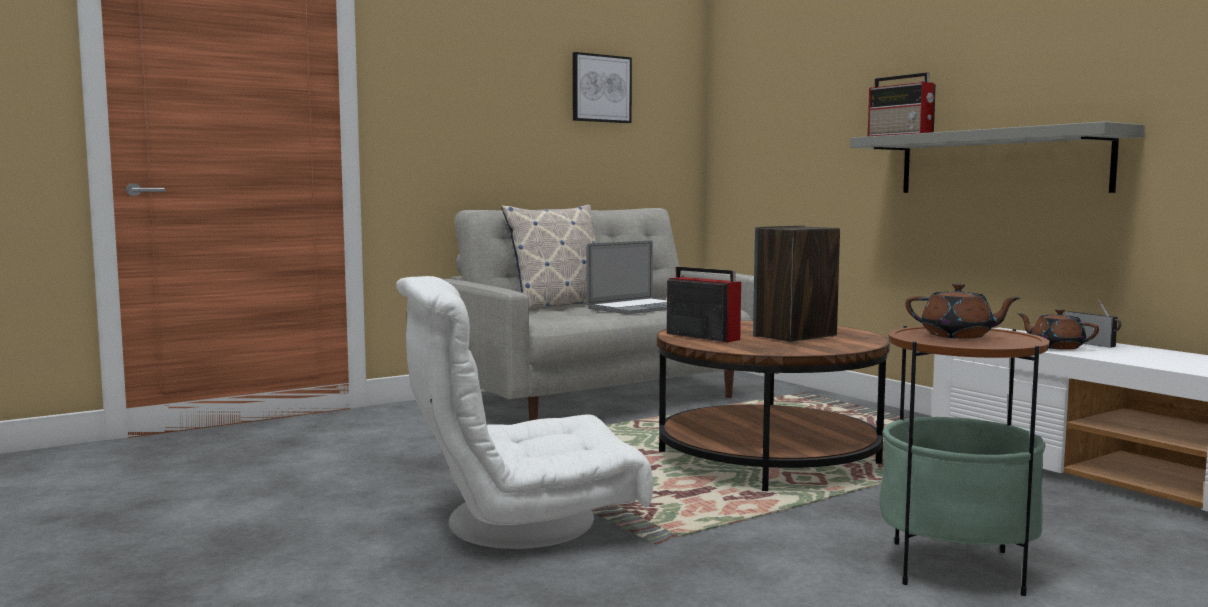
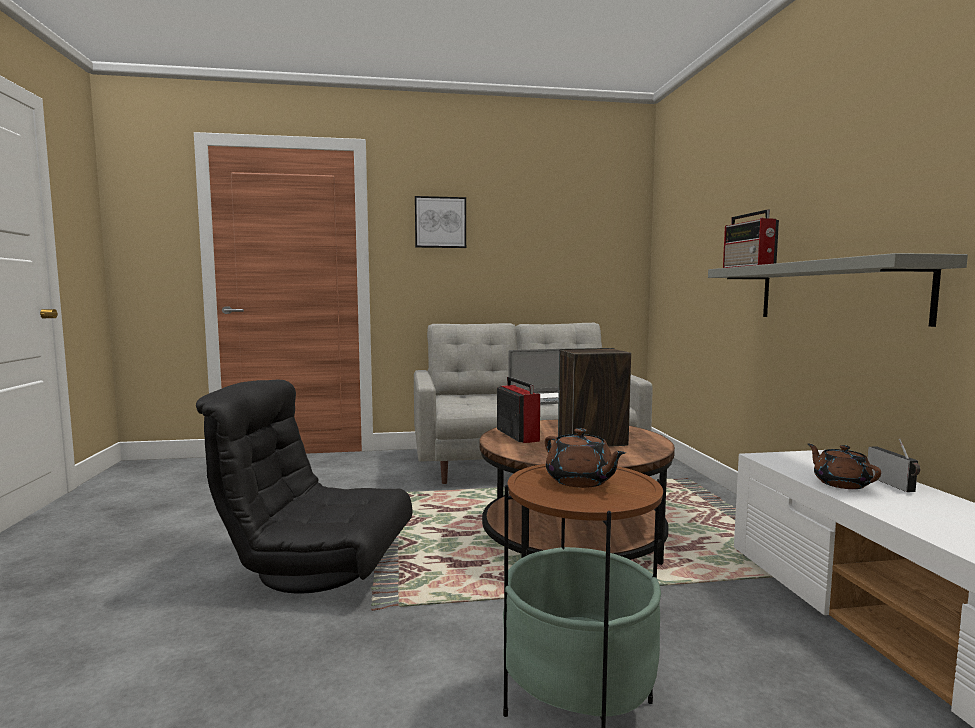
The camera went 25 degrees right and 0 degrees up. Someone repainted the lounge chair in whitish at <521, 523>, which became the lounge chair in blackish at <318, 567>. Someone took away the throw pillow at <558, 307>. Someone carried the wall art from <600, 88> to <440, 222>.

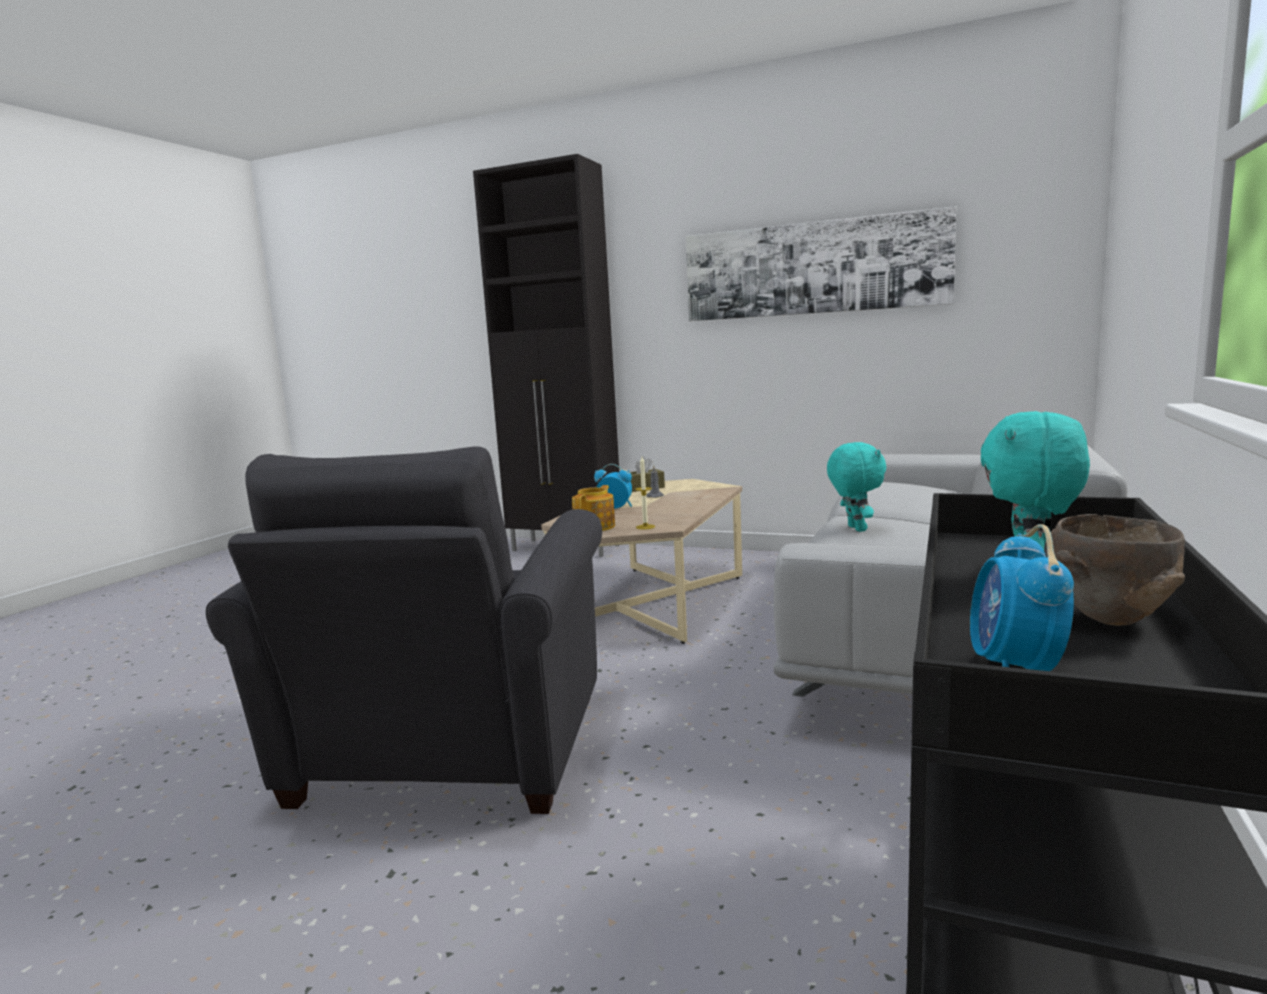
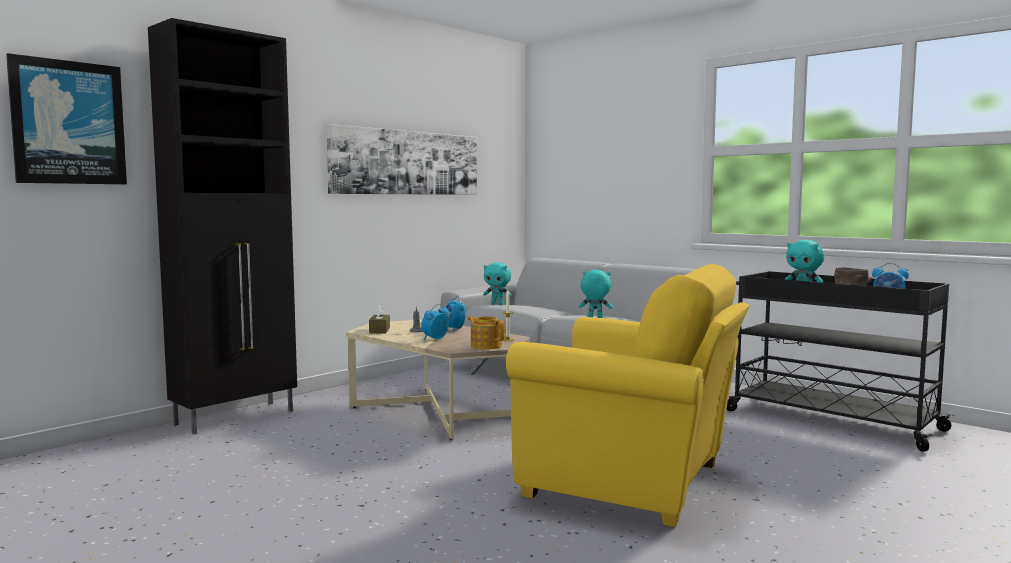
The camera went 70 degrees left and 5 degrees down. Someone repainted the lounge chair in gray at <446, 754>, which became the lounge chair in yellow at <632, 482>. Someone put up the wall art at <68, 123>. Someone put down the alarm clock at <454, 329>. Someone put down the plush toy in turquoise at <497, 304>.

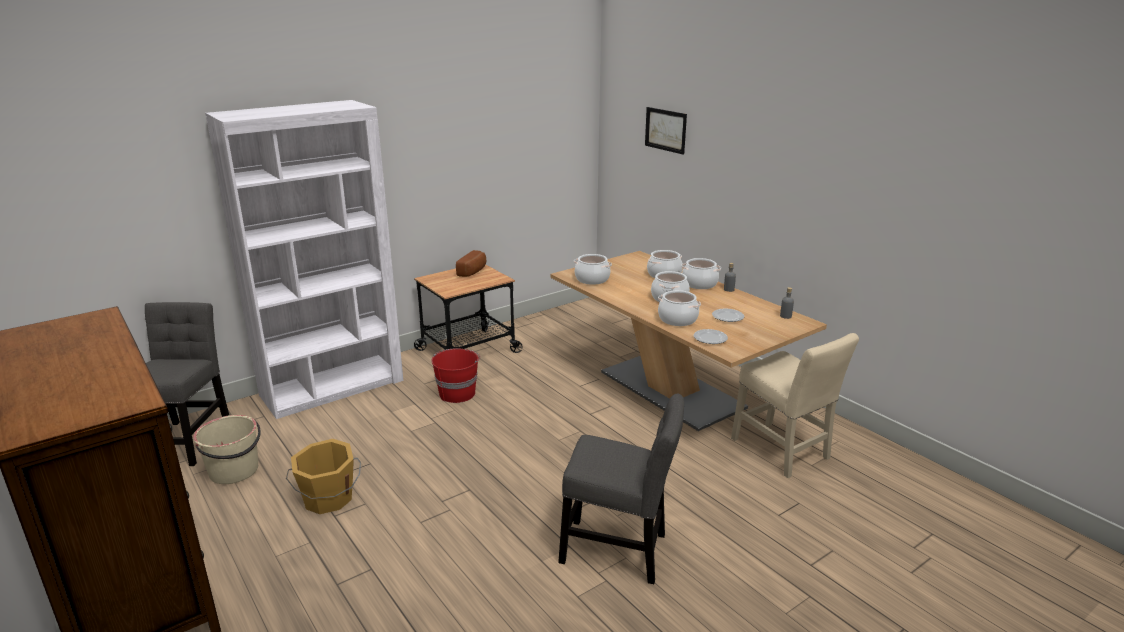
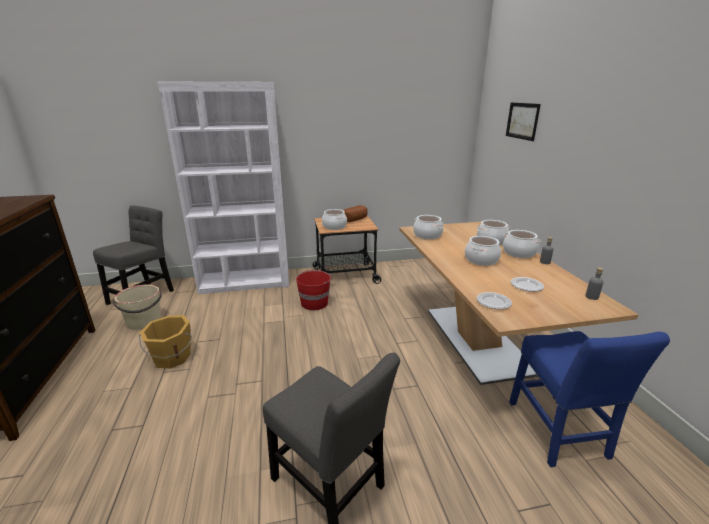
The camera went 25 degrees right and 0 degrees up. Someone carried the cooking pot from <677, 319> to <334, 226>. Someone repainted the chair in sand-coloured at <782, 451>, which became the chair in blue at <558, 433>.

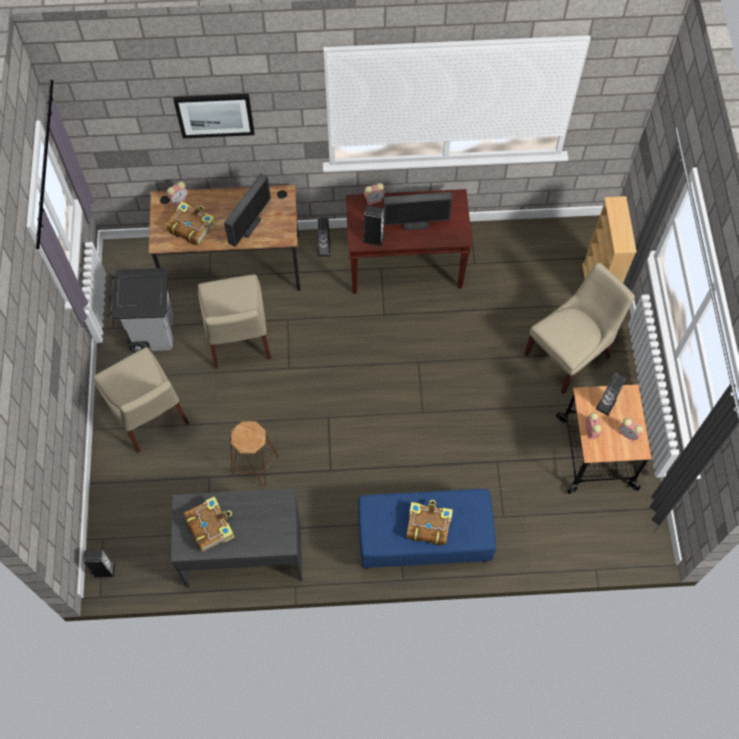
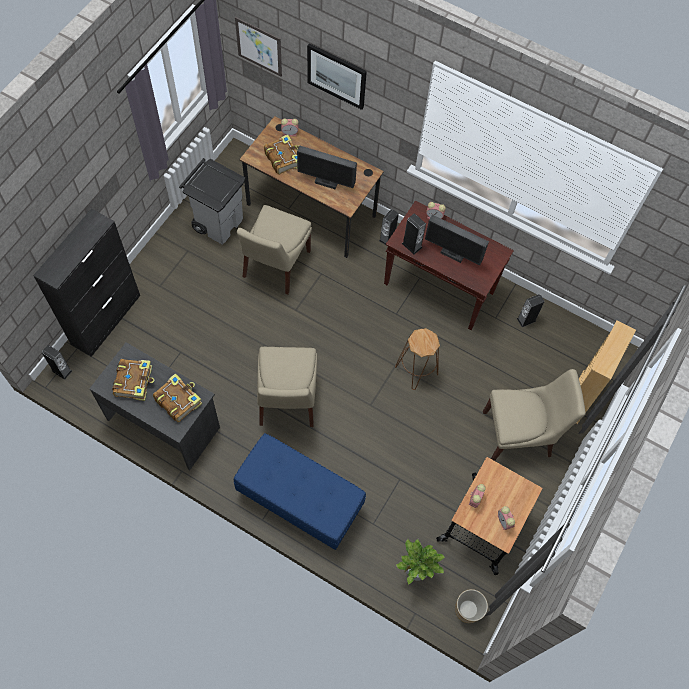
The camera went 30 degrees right and 0 degrees up. Someone carried the chair in sand-coloured from <149, 415> to <287, 401>. Someone rotated the computer screen at <250, 226> by 45 degrees clockwise. Someone carried the stool seat in brown-coloured from <255, 465> to <416, 370>. Someone carried the book from <428, 525> to <178, 400>. Someone carried the speaker from <606, 404> to <526, 319>. Someone put down the cupboard in blackish at <106, 319>. Someone put up the wall art at <259, 46>. Someone put down the houseplant at <415, 570>. Someone put down the plant pot at <468, 610>.

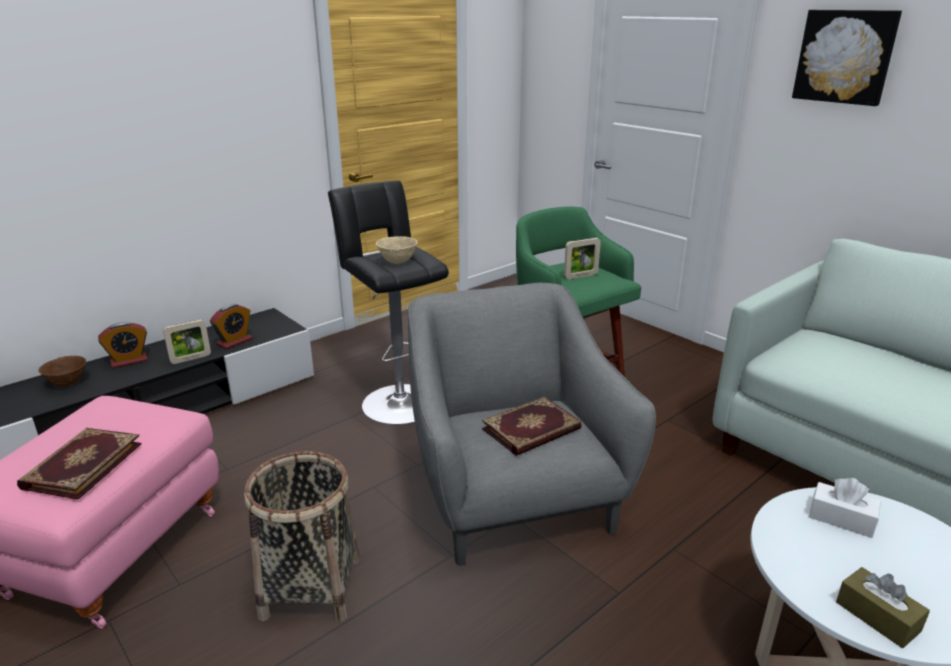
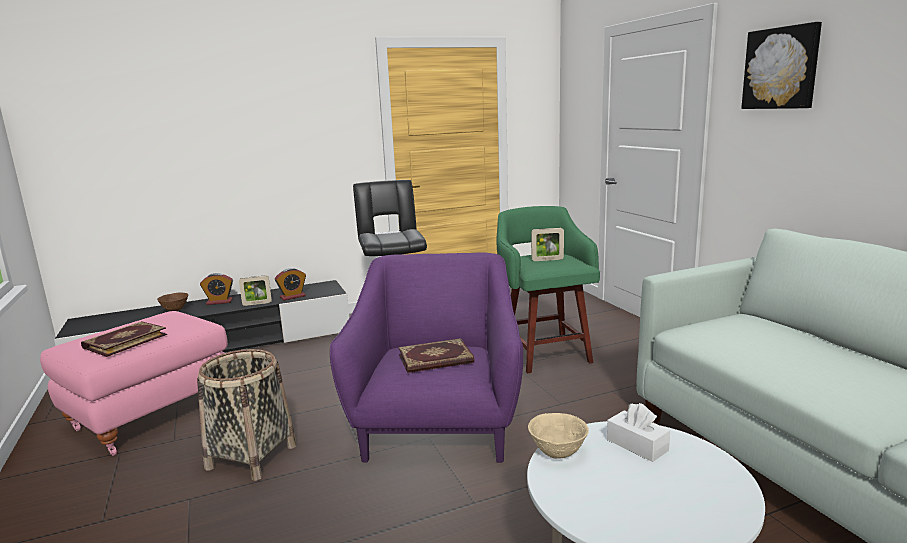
The camera went 20 degrees right and 10 degrees down. Someone carried the deep dish in sand-coloured from <397, 261> to <557, 452>. Someone repainted the lounge chair in gray at <512, 494>, which became the lounge chair in purplish at <438, 423>. Someone took away the tissue box in brown-coloured at <877, 616>.

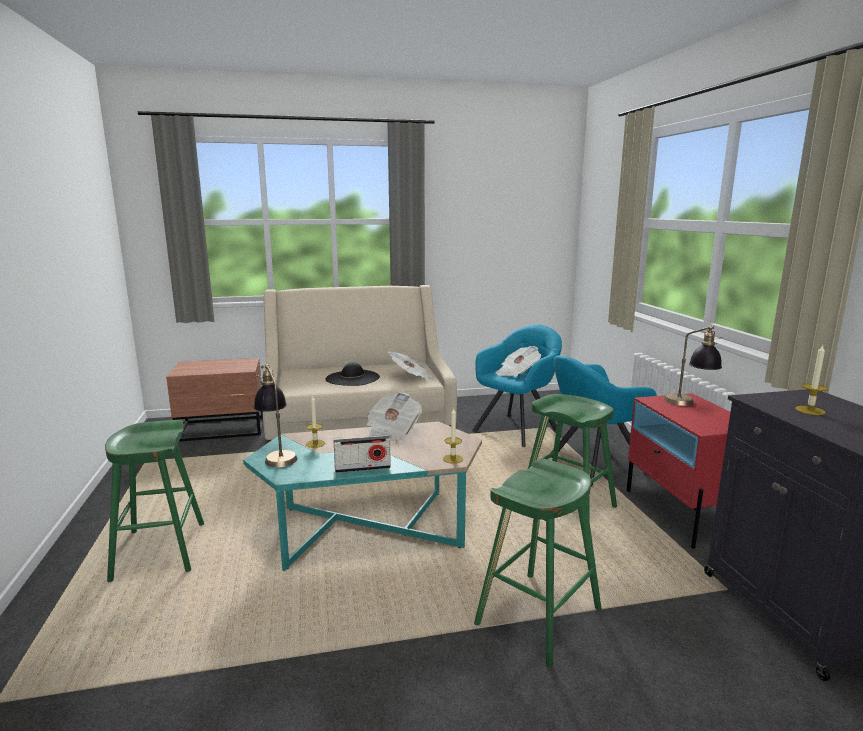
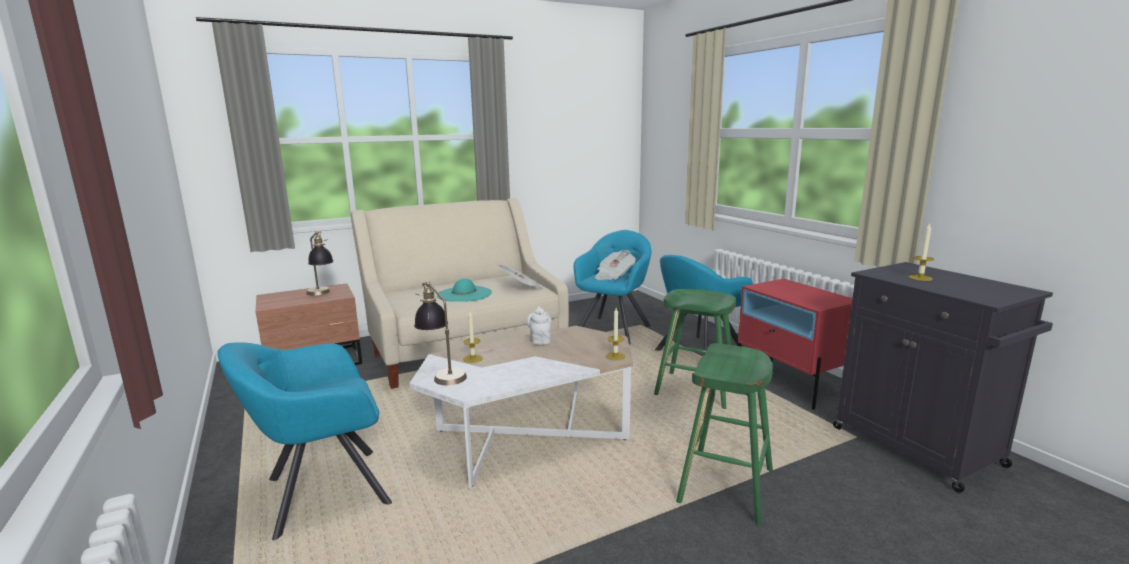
The camera went 15 degrees left and 0 degrees up. Someone swapped the stool seat in green at <159, 551> for the lounge chair in turquoise at <321, 493>. Someone repainted the lounge table in turquoise at <370, 528>, which became the lounge table in whitish at <530, 435>. Someone repainted the clothing hat in blackish at <352, 378>, which became the clothing hat in turquoise at <464, 294>. Someone took away the radio at <362, 468>. Someone swapped the daily paper at <391, 433> for the pot for tea in whitish at <540, 340>. Someone carried the table lamp from <689, 404> to <322, 294>.

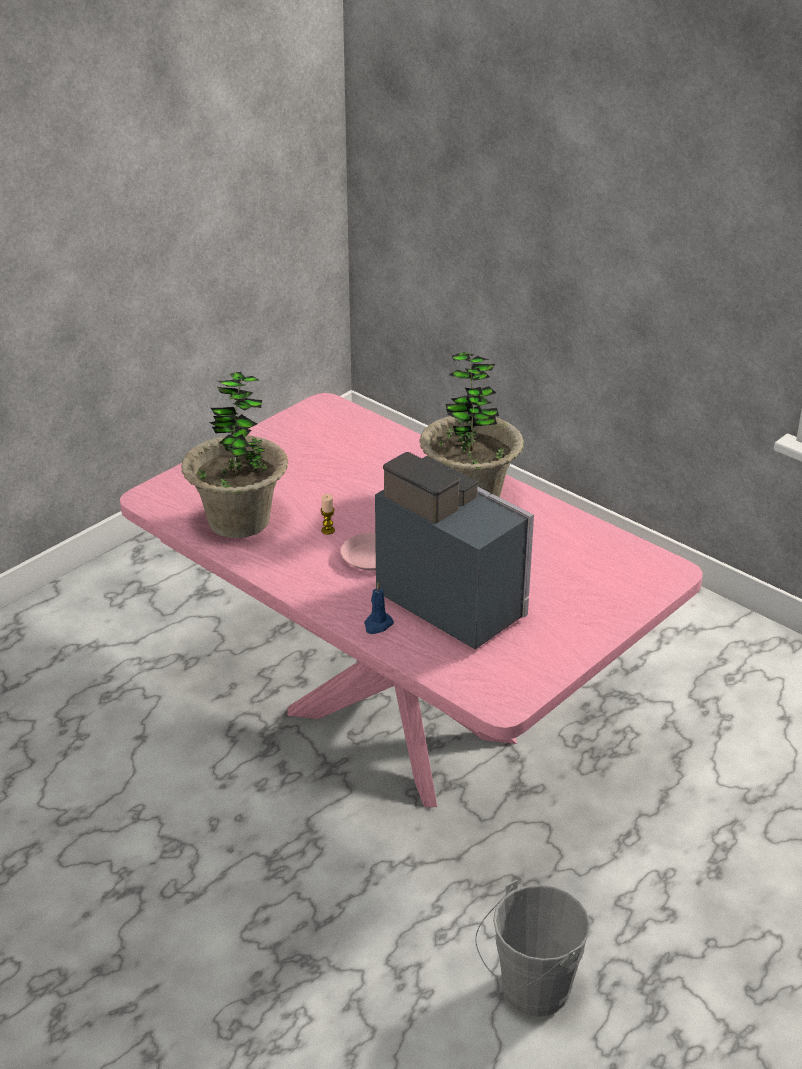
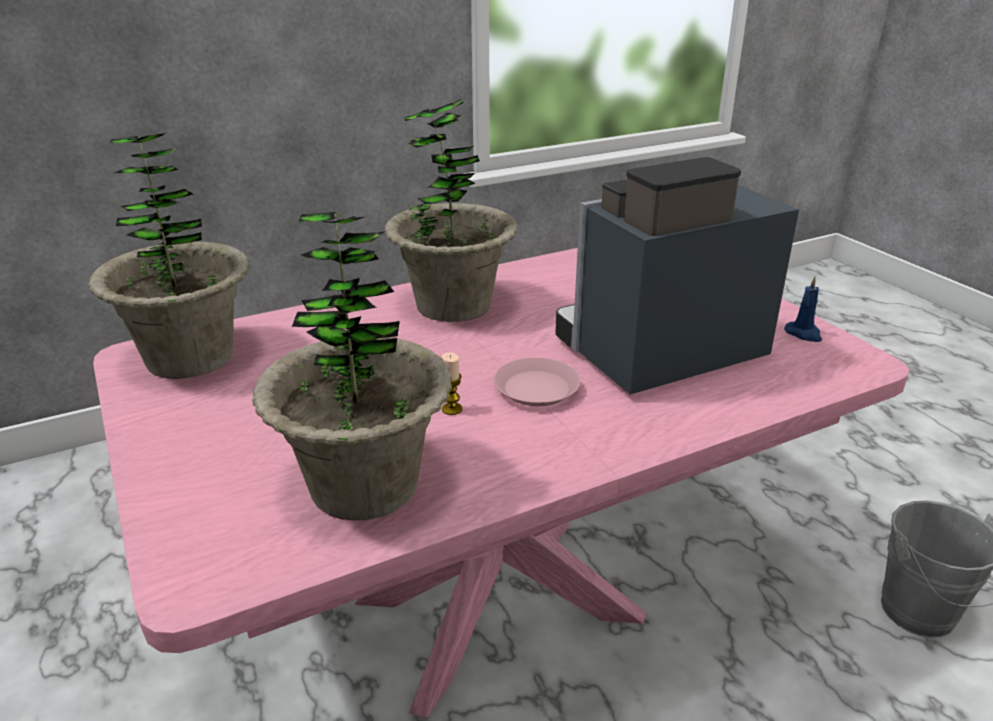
The camera went 70 degrees left and 5 degrees down. Someone carried the wax light in blue from <377, 625> to <804, 334>. Someone put down the houseplant at <190, 357>.

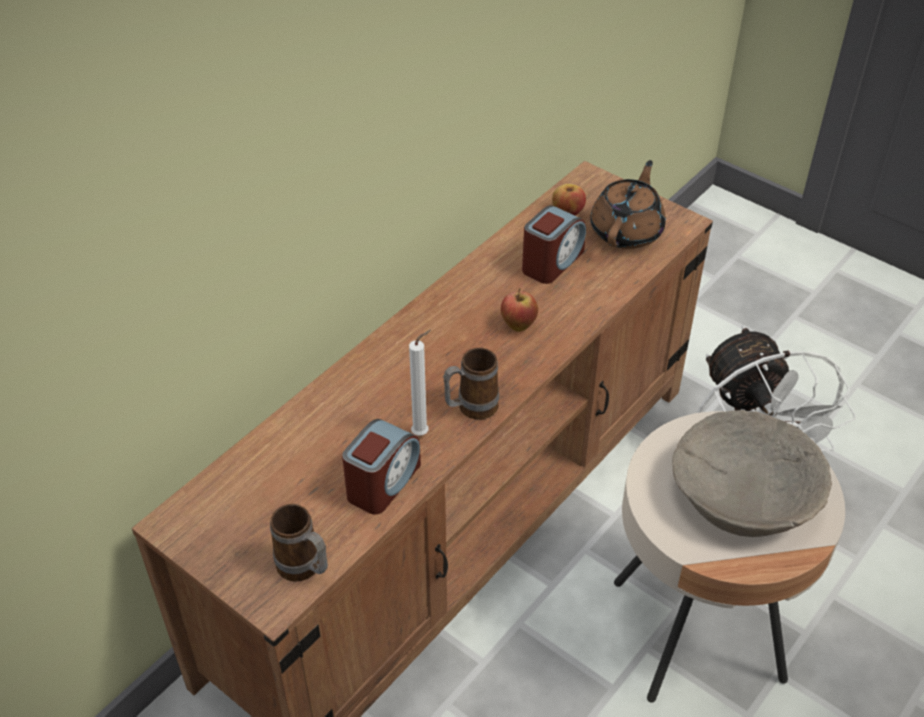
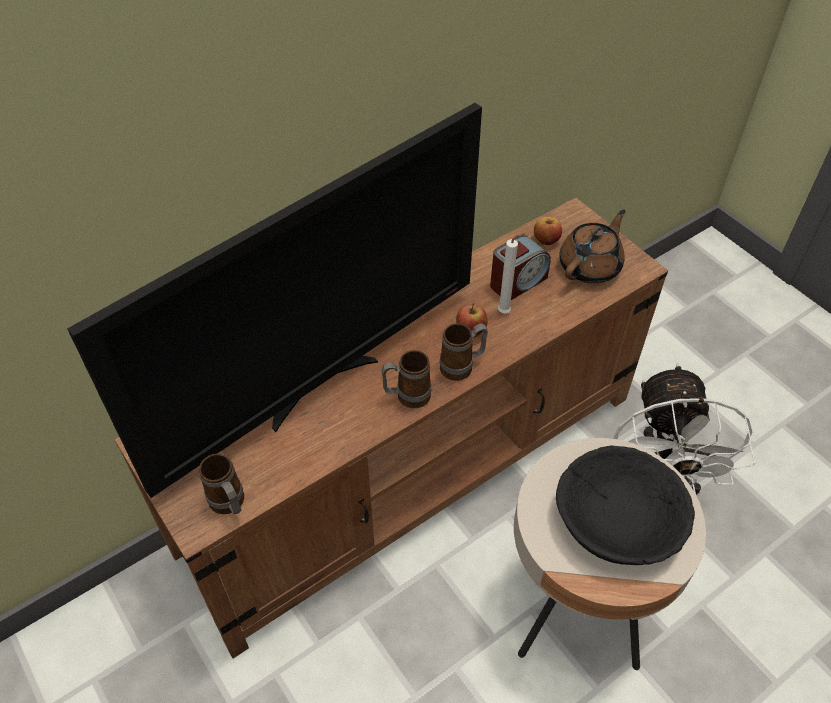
The camera went 15 degrees right and 5 degrees up. Someone took away the alarm clock at <383, 482>. Someone carried the wax light in whitish from <423, 433> to <506, 312>. Someone repainted the deep dish in sand-coloured at <745, 495>, which became the deep dish in blackish at <618, 521>. Someone put down the TV set at <319, 386>. Someone put down the tea mug at <462, 367>.

